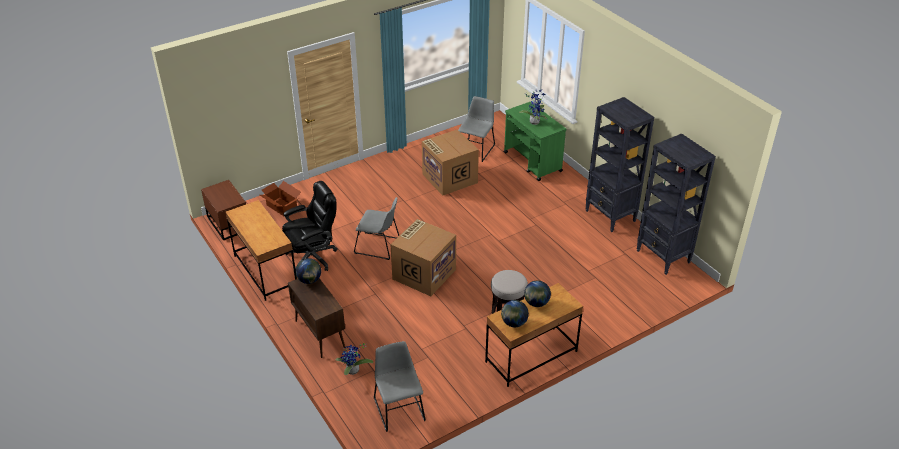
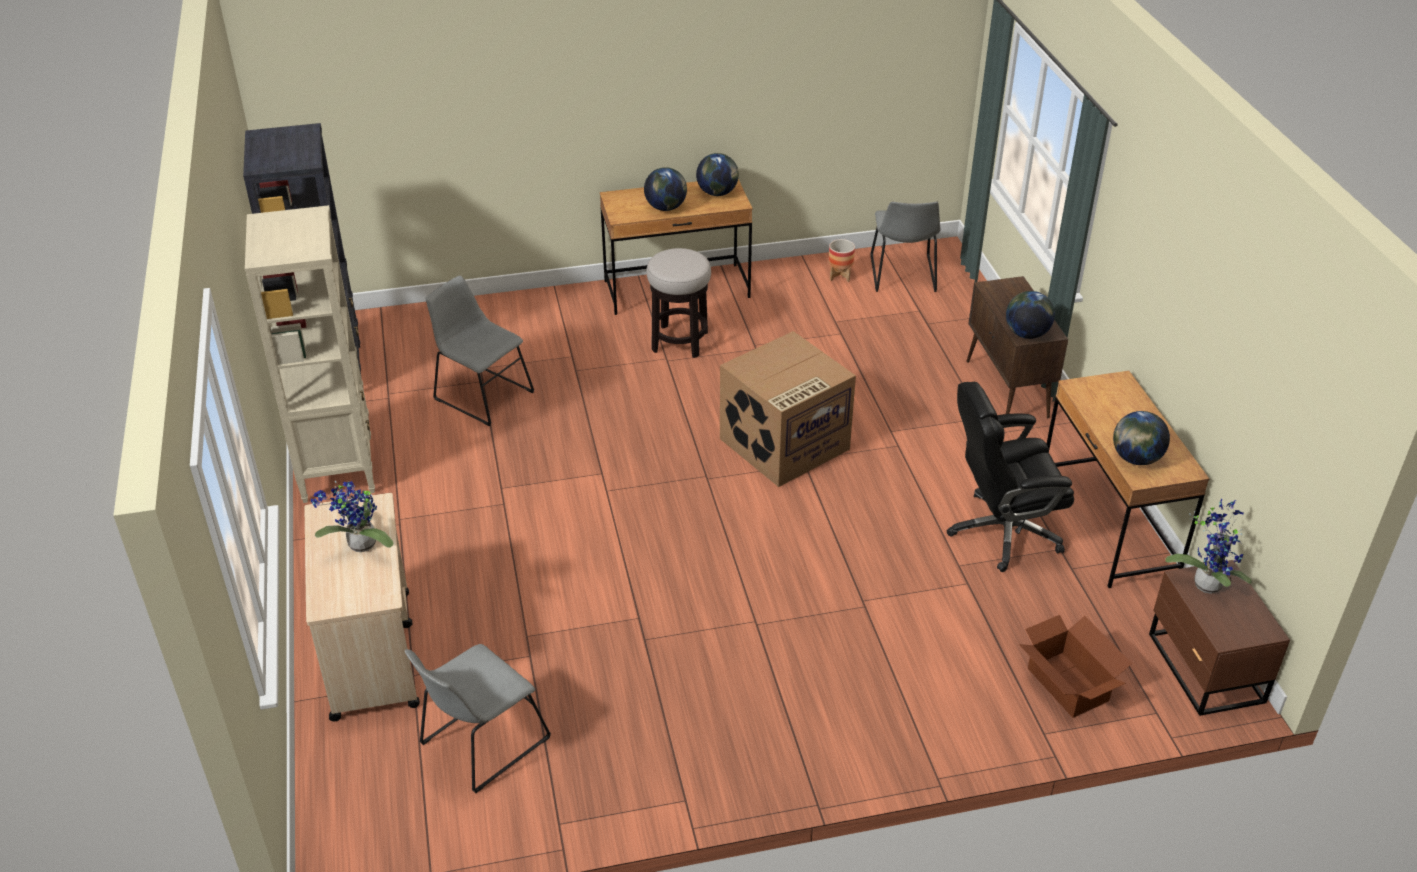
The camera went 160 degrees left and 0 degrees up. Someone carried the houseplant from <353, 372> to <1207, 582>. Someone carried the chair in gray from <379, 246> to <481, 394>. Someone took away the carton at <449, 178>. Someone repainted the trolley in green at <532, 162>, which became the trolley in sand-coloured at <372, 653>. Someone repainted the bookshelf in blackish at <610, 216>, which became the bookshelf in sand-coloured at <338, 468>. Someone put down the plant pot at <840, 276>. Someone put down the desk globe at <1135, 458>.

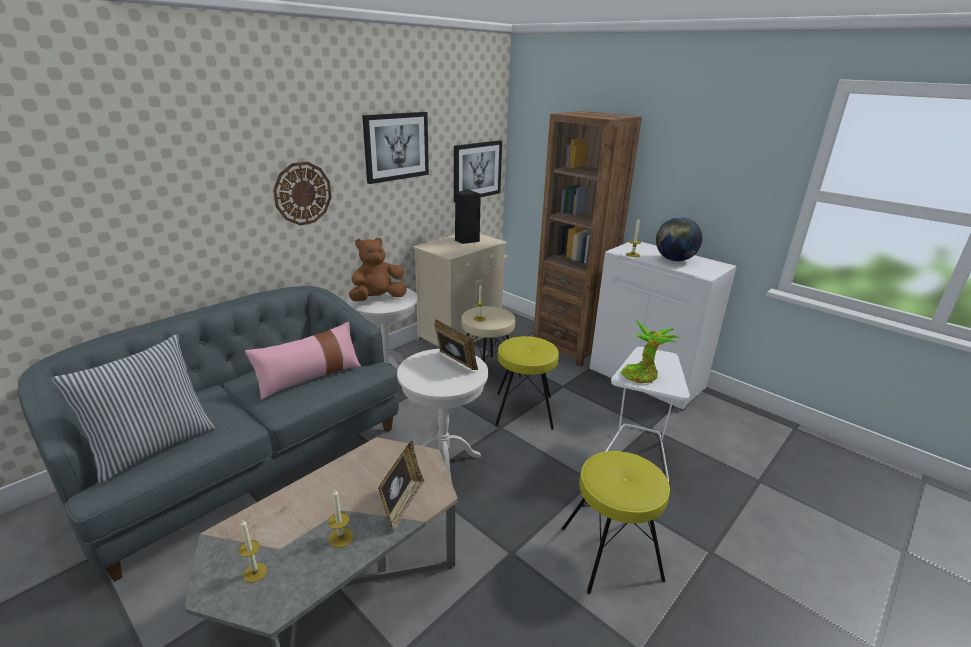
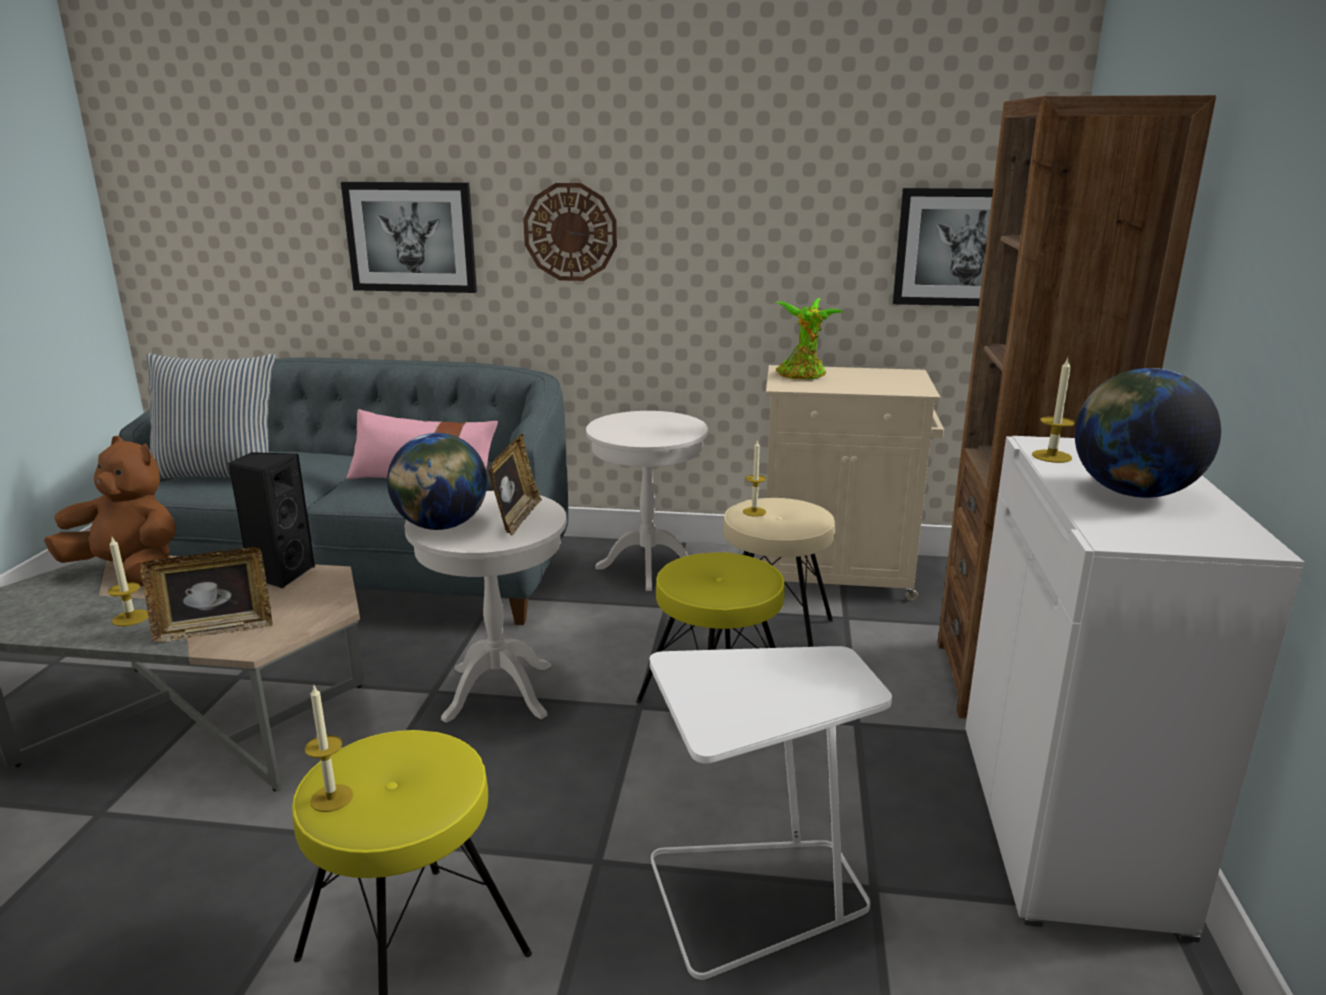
The camera went 55 degrees right and 5 degrees down. Someone carried the wax light from <255, 572> to <331, 798>. Someone carried the plush toy in brown-coloured from <377, 299> to <130, 573>. Someone carried the wall art from <396, 146> to <411, 237>. Someone carried the speaker in blackish from <466, 240> to <280, 574>. Someone carried the houseplant from <642, 375> to <803, 376>. Someone put down the desk globe at <441, 526>.

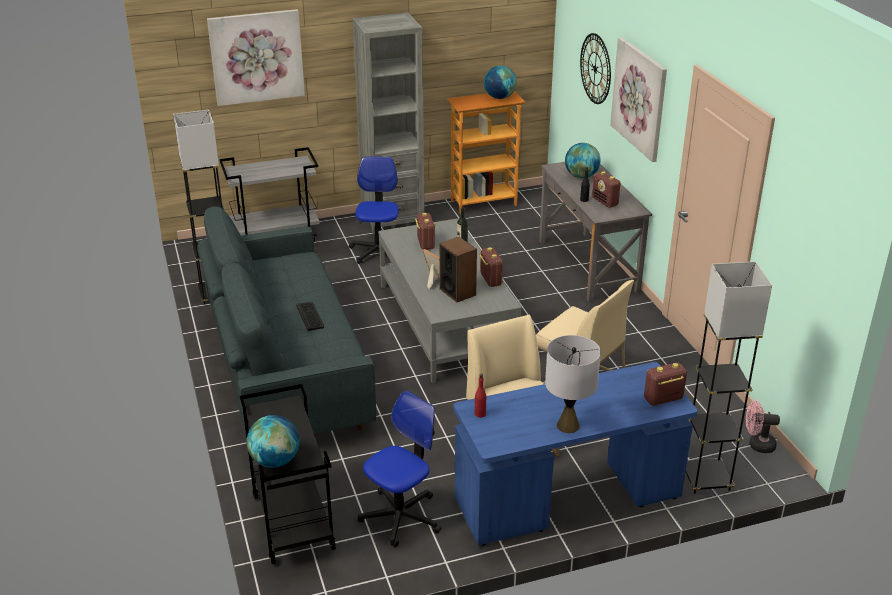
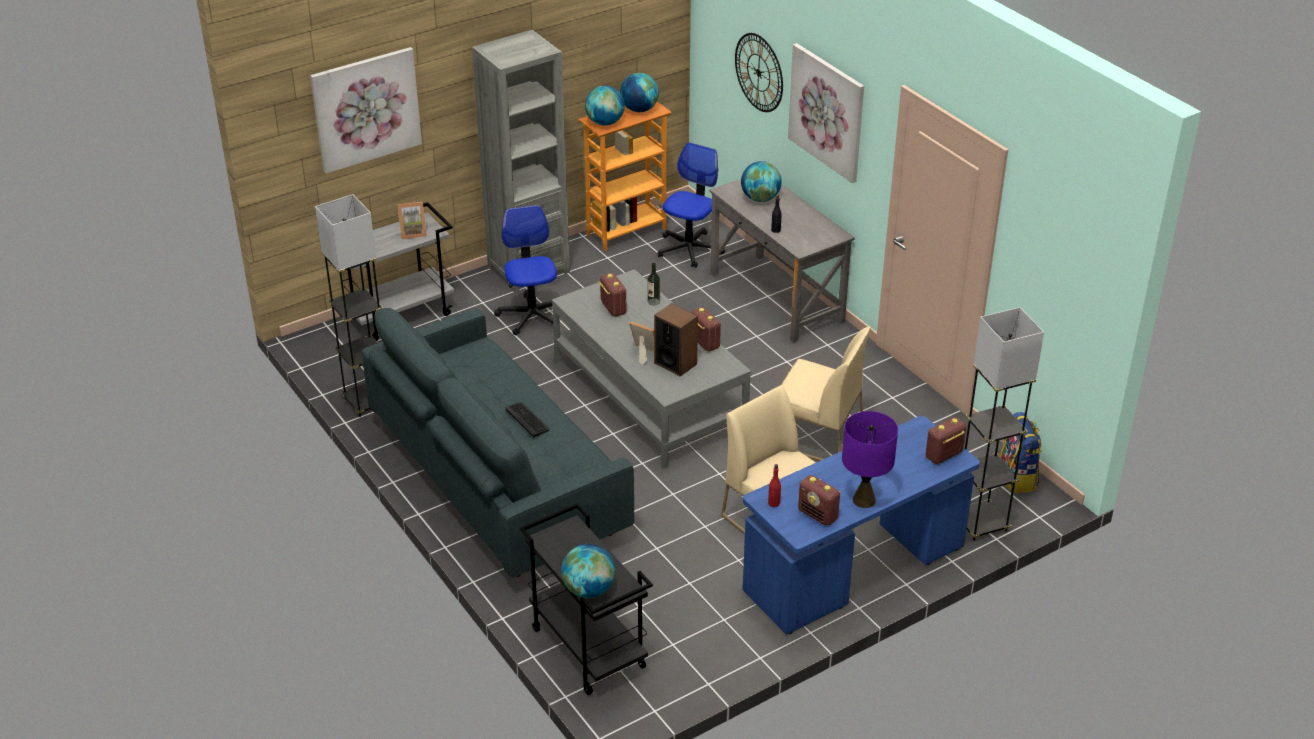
The camera went 15 degrees left and 5 degrees up. Someone carried the desk chair from <401, 517> to <689, 249>. Someone repainted the table lamp in gray at <568, 426>, which became the table lamp in purplish at <864, 500>. Someone carried the radio from <605, 202> to <818, 515>. Someone swapped the electric fan in pinkish at <757, 445> for the knapsack at <1018, 478>. Someone put down the photo frame at <413, 233>. Someone put down the desk globe at <605, 123>.

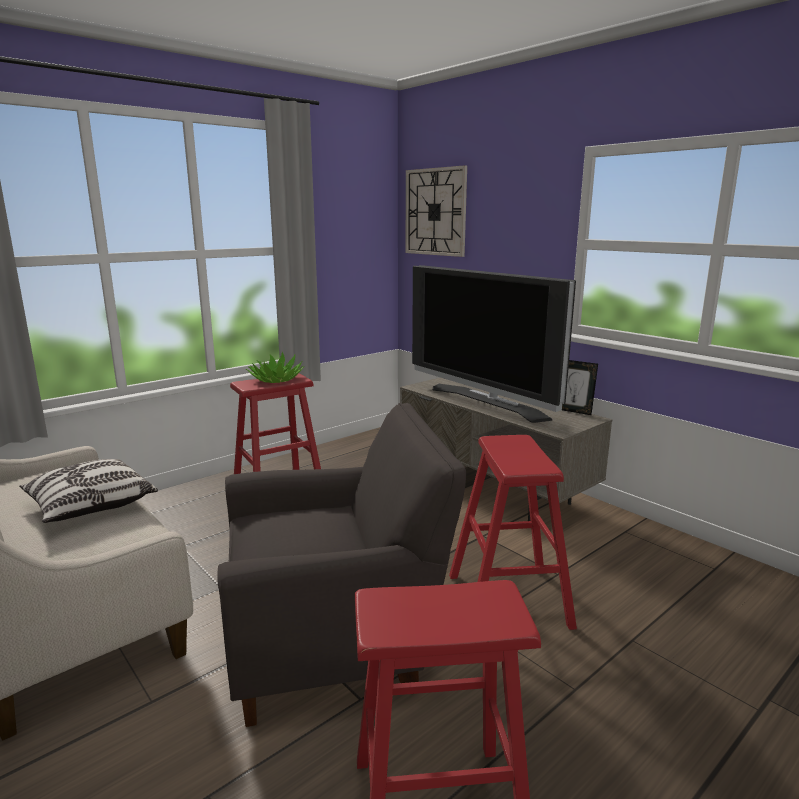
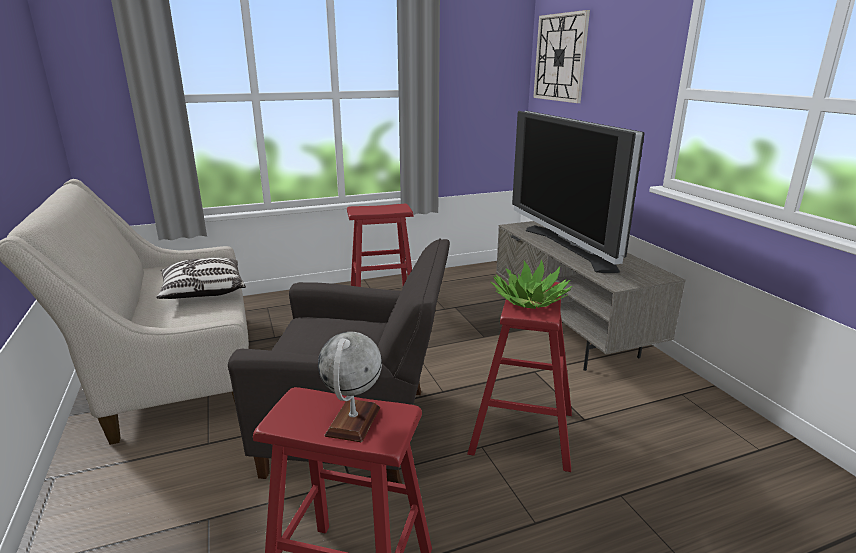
The camera went 20 degrees right and 5 degrees up. Someone carried the houseplant from <276, 380> to <529, 300>. Someone took away the photo frame at <573, 411>. Someone put down the desk globe at <353, 421>.

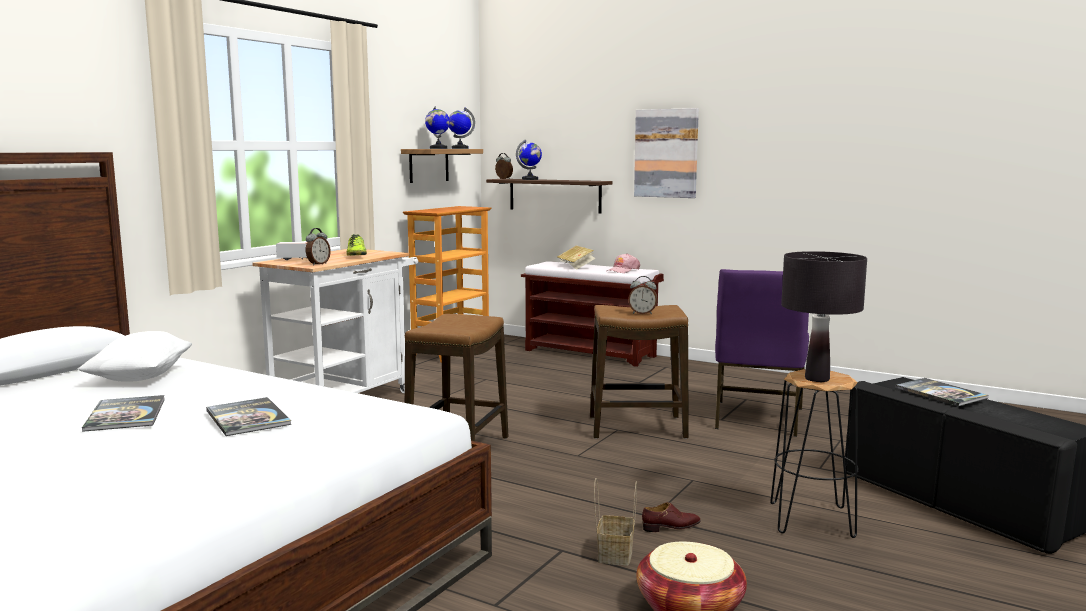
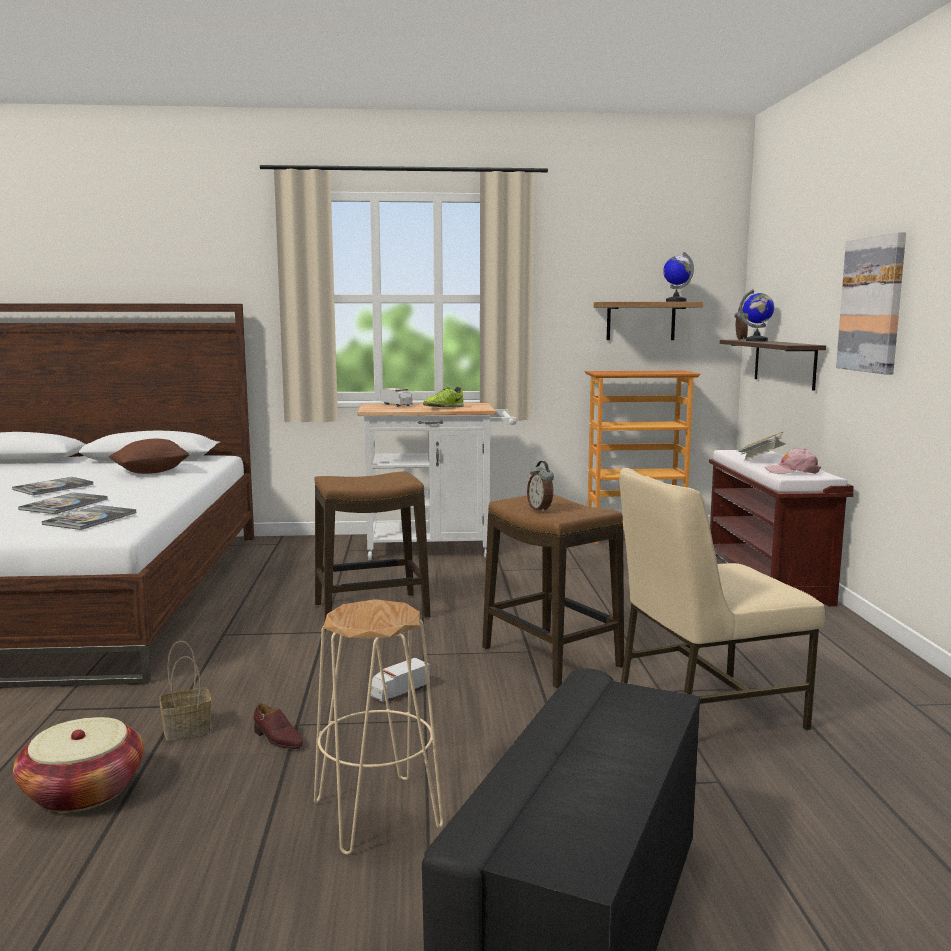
The camera went 55 degrees right and 0 degrees up. Someone repainted the throw pillow in whitish at <140, 377>, which became the throw pillow in brown-coloured at <151, 472>. Someone took away the alarm clock at <318, 264>. Someone took away the desk globe at <438, 148>. Someone repainted the chair in purplish at <757, 418>, which became the chair in sand-coloured at <705, 710>. Someone repainted the stool seat in blackish at <812, 520>, which became the stool seat in sand-coloured at <378, 814>. Someone took away the table lamp in blackish at <817, 379>. Someone carried the book from <940, 393> to <90, 519>. Someone put down the model truck at <399, 692>.

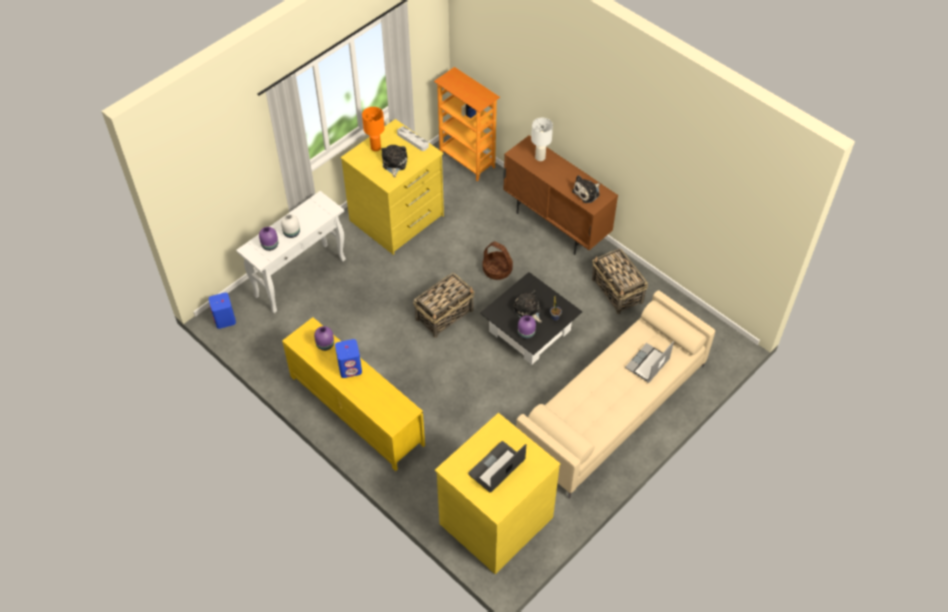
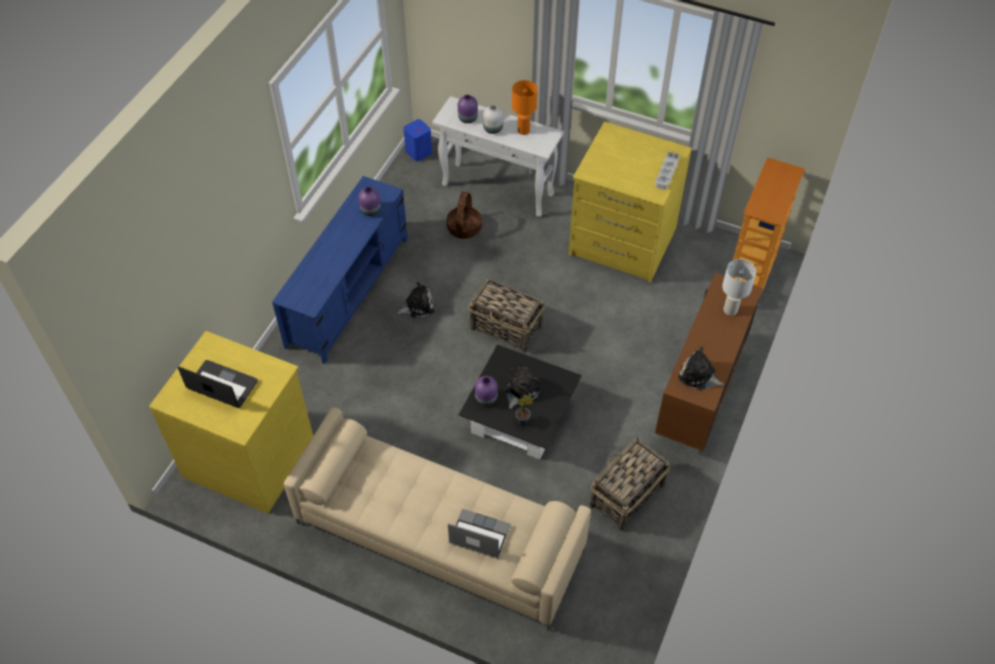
The camera went 70 degrees right and 0 degrees up. Someone repainted the tv stand in yellow at <356, 410>, which became the tv stand in blue at <348, 290>. Someone took away the speaker in blue at <350, 368>. Someone carried the table lamp in orangey from <375, 147> to <524, 130>. Someone carried the plush toy from <394, 163> to <417, 306>. Someone carried the basket from <497, 270> to <464, 227>.

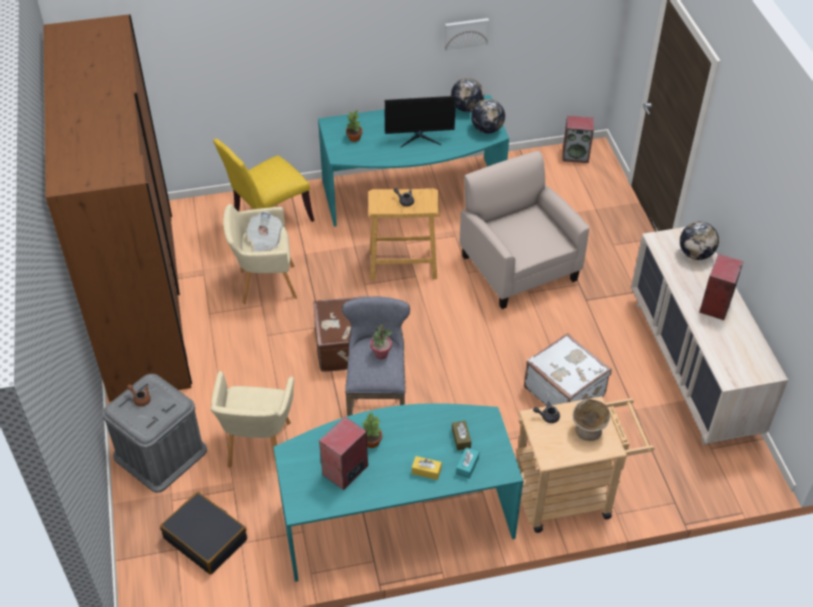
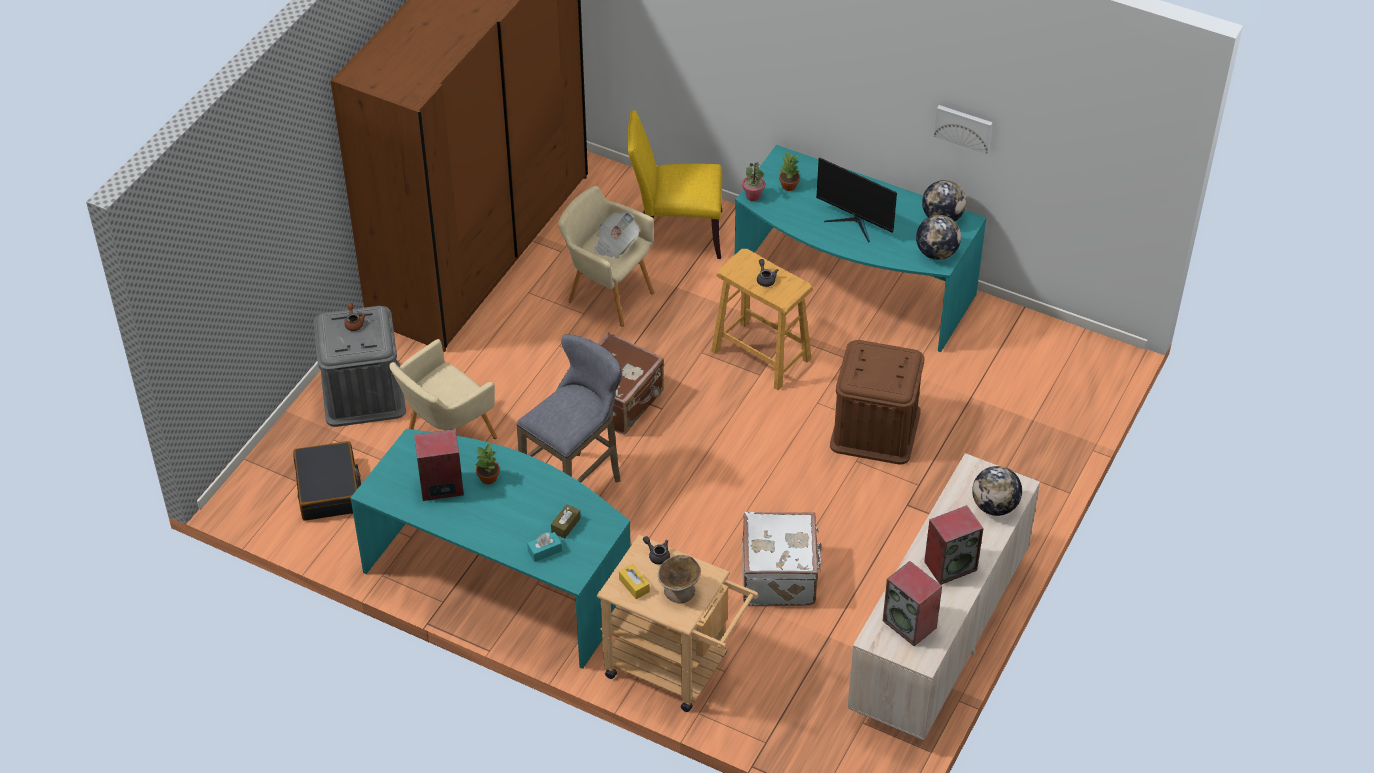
The camera went 40 degrees right and 0 degrees up. Someone carried the houseplant from <381, 354> to <753, 196>. Someone carried the tissue box in yellow from <426, 471> to <634, 585>. Someone swapped the lounge chair in sand-coloured at <518, 267> for the storage container in brown-coloured at <875, 429>. Someone carried the speaker from <576, 155> to <910, 624>.

